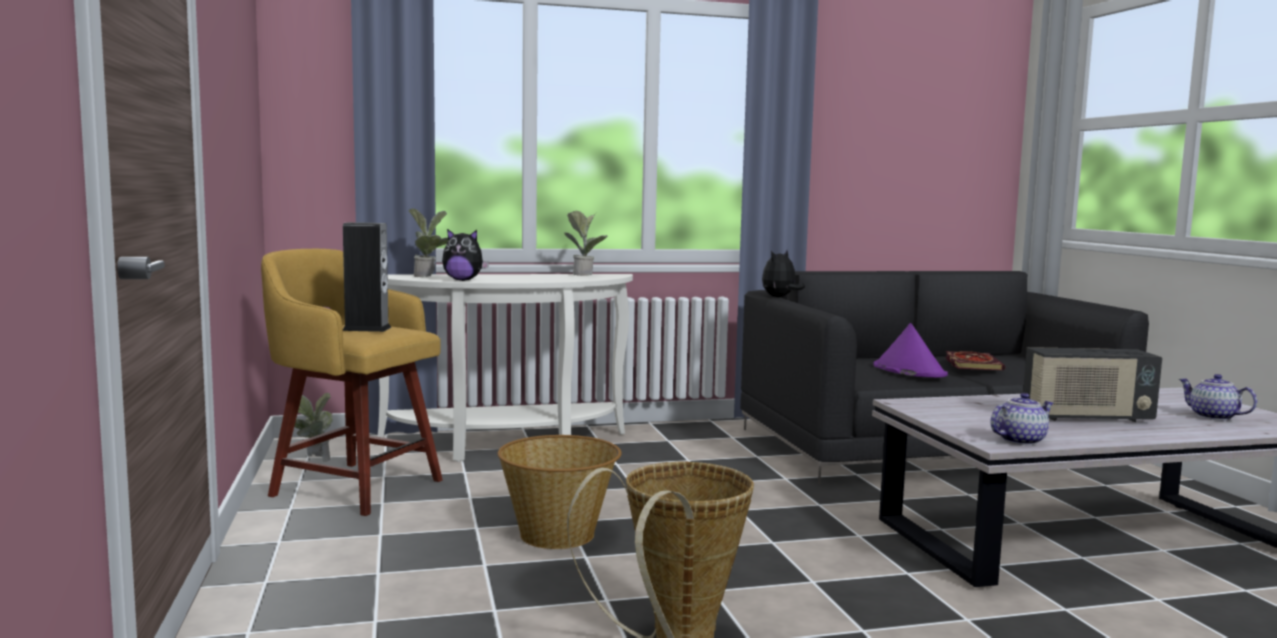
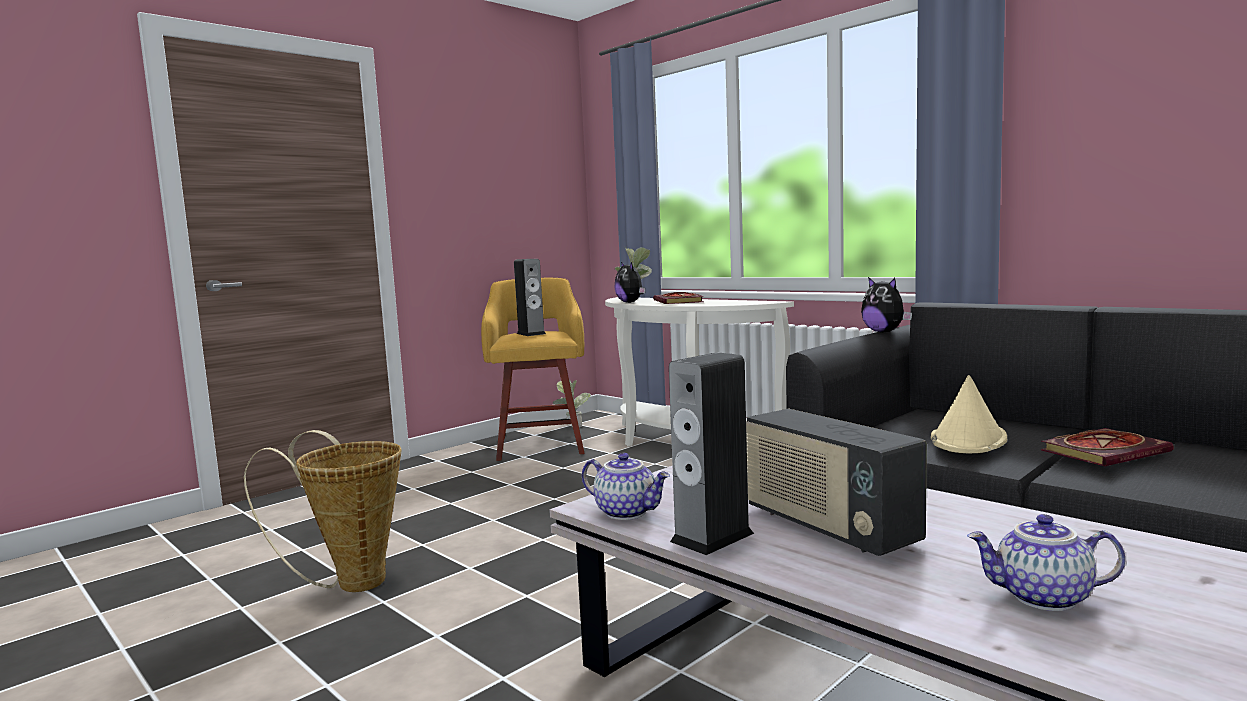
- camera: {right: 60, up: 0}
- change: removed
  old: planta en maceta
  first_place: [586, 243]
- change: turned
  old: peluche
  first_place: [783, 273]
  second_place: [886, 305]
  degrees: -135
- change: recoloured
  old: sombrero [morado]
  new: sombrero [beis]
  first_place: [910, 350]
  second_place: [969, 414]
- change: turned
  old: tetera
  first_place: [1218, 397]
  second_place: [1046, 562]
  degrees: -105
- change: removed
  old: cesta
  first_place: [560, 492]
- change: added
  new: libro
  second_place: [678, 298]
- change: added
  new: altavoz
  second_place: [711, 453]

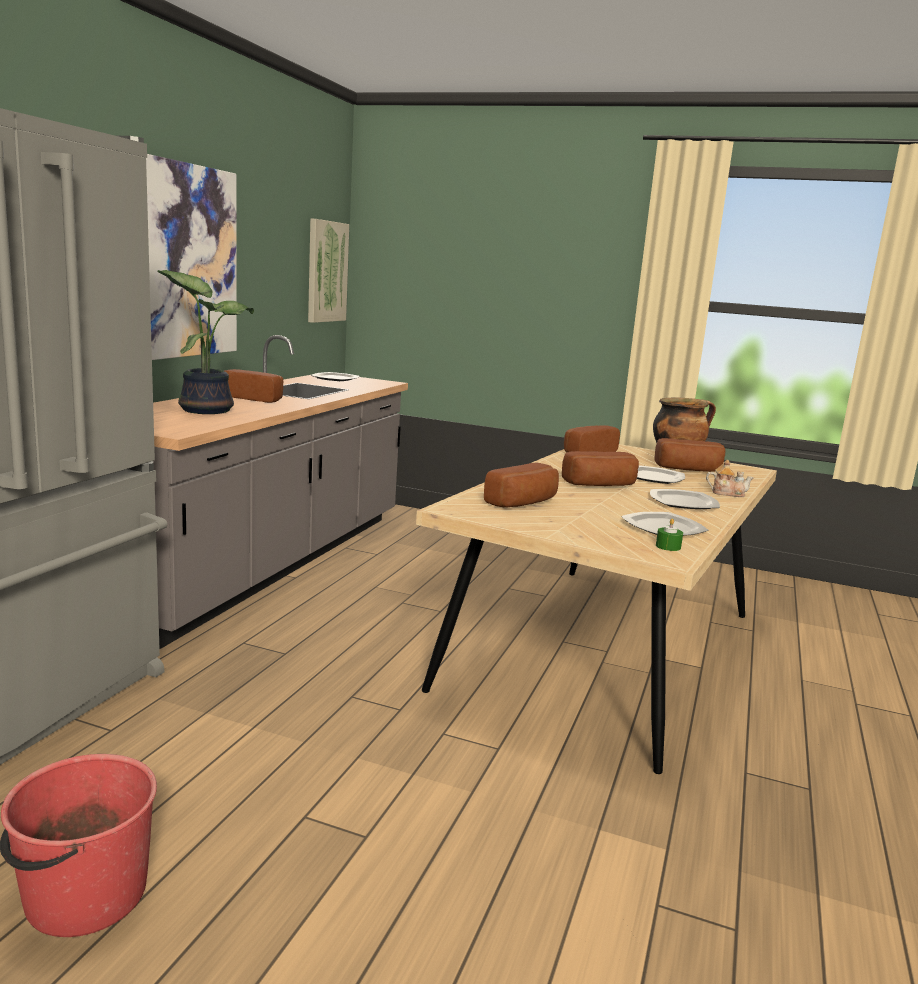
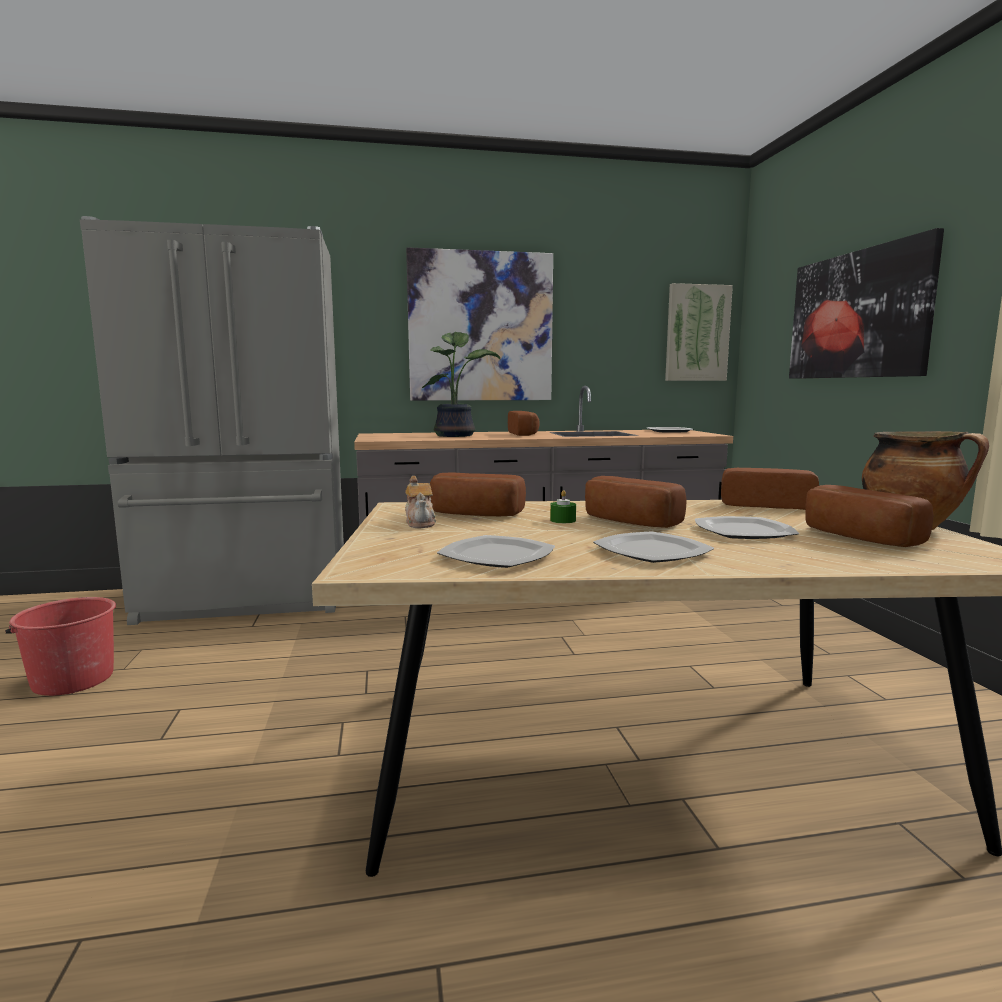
- camera: {right: 60, up: -5}
- change: moved
  old: tetera
  first_place: [730, 478]
  second_place: [420, 502]
- change: moved
  old: vela [verde]
  first_place: [669, 534]
  second_place: [563, 506]
- change: added
  new: cuadro
  second_place: [866, 303]

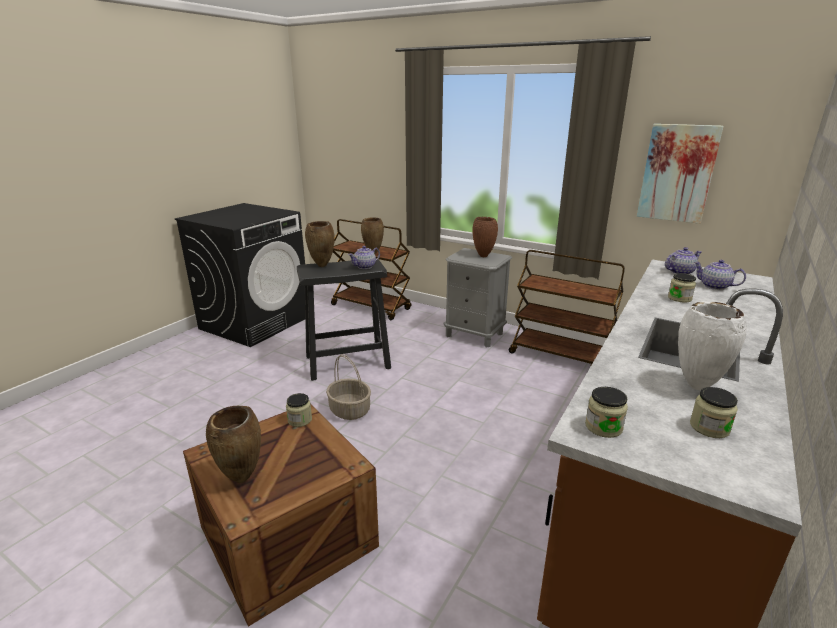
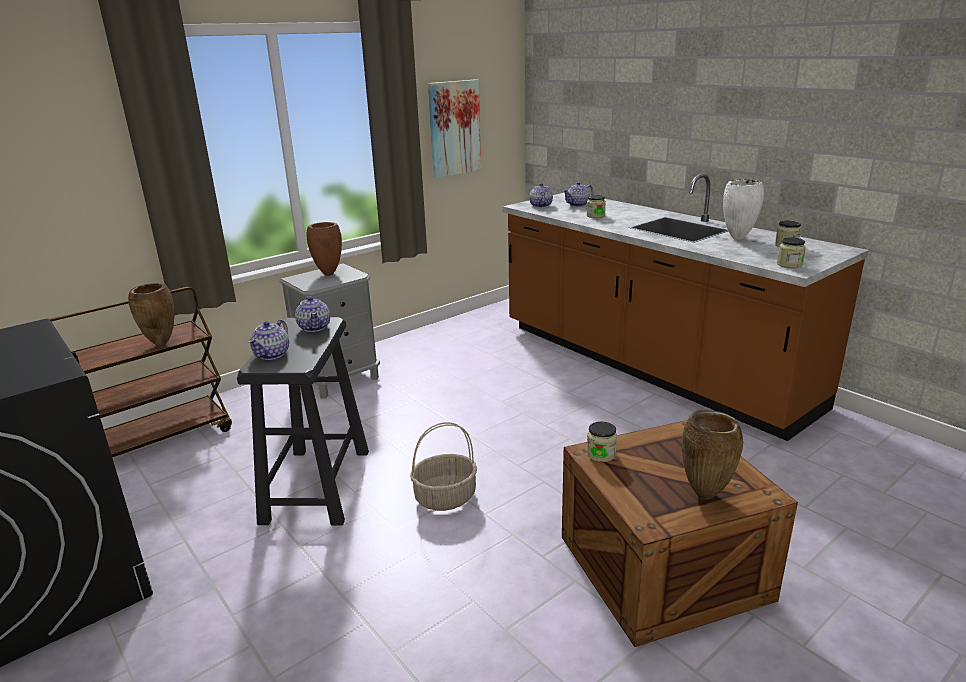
- camera: {right: -70, up: 0}
- change: replaced
  old: florero [marrón]
  new: tetera
  first_place: [320, 244]
  second_place: [268, 339]
- change: removed
  old: carrito [marrón]
  first_place: [567, 308]

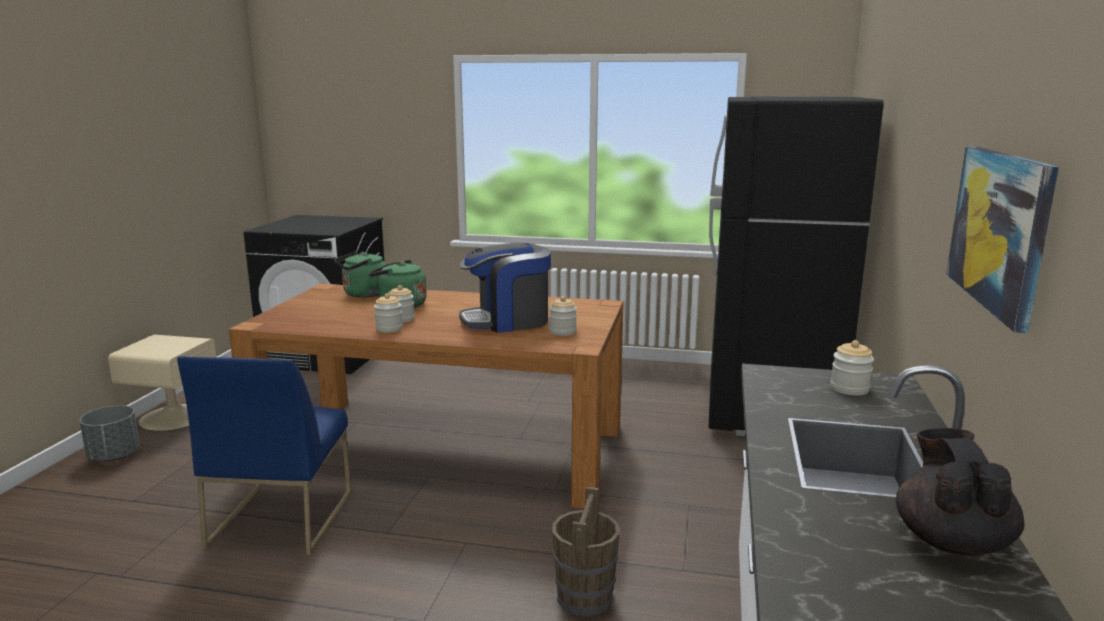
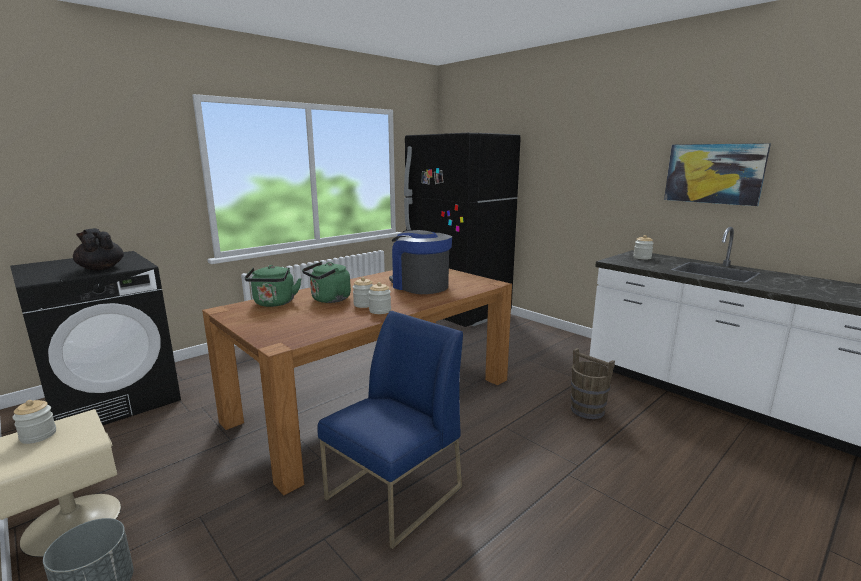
- camera: {right: -55, up: 0}
- change: turned
  old: cafetera
  first_place: [505, 287]
  second_place: [420, 262]
  degrees: 120
- change: moved
  old: tarro
  first_place: [563, 316]
  second_place: [34, 422]
- change: turned
  old: silla [azul]
  first_place: [264, 455]
  second_place: [390, 430]
  degrees: -90
- change: moved
  old: tetera [negro]
  first_place: [960, 491]
  second_place: [98, 249]

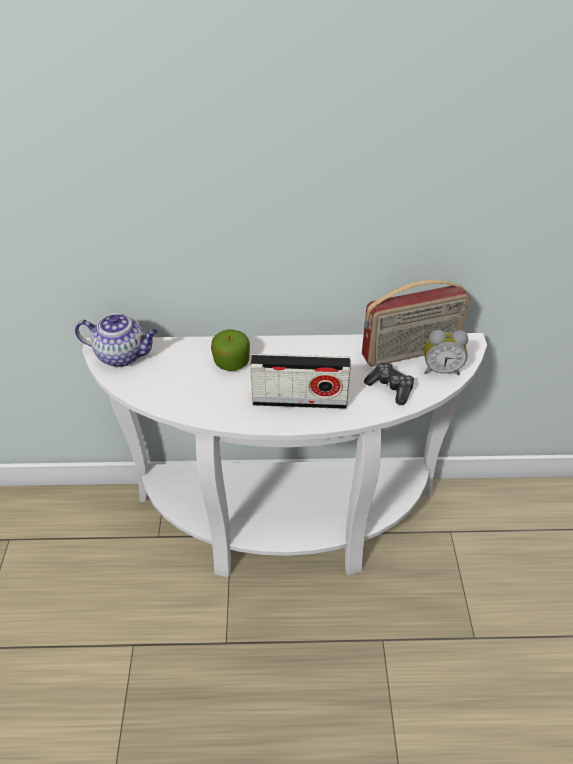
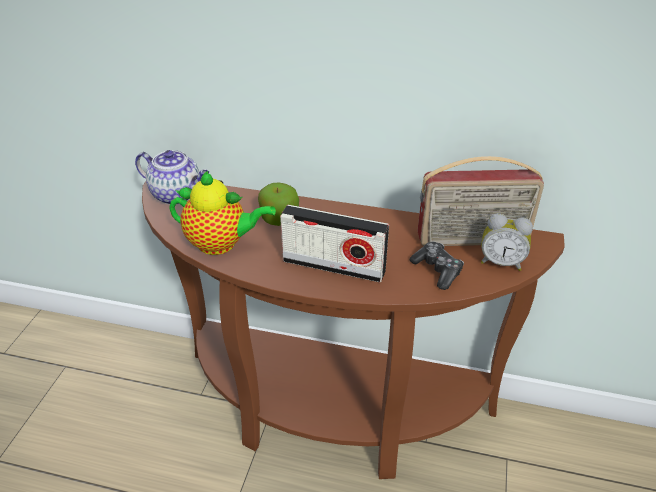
- camera: {right: 15, up: -5}
- change: recoloured
  old: mesa consola [blanco]
  new: mesa consola [marrón]
  first_place: [284, 455]
  second_place: [353, 330]
- change: added
  new: tetera
  second_place: [222, 213]

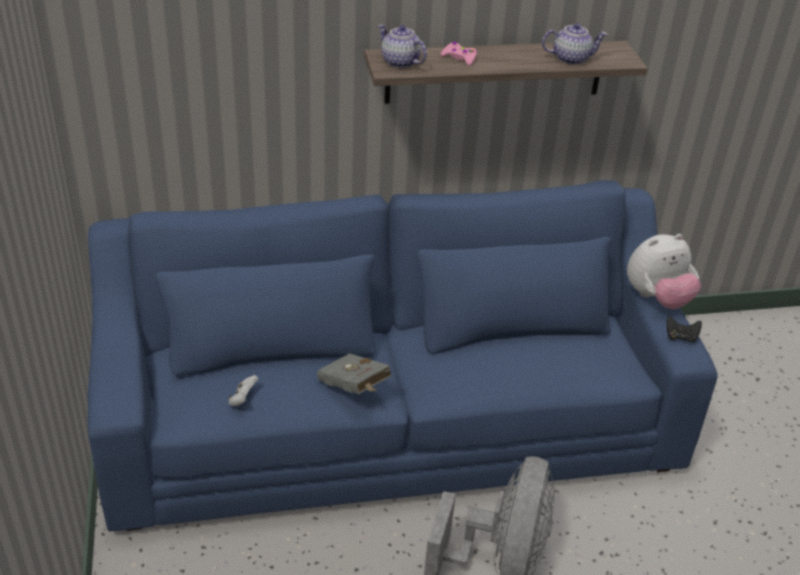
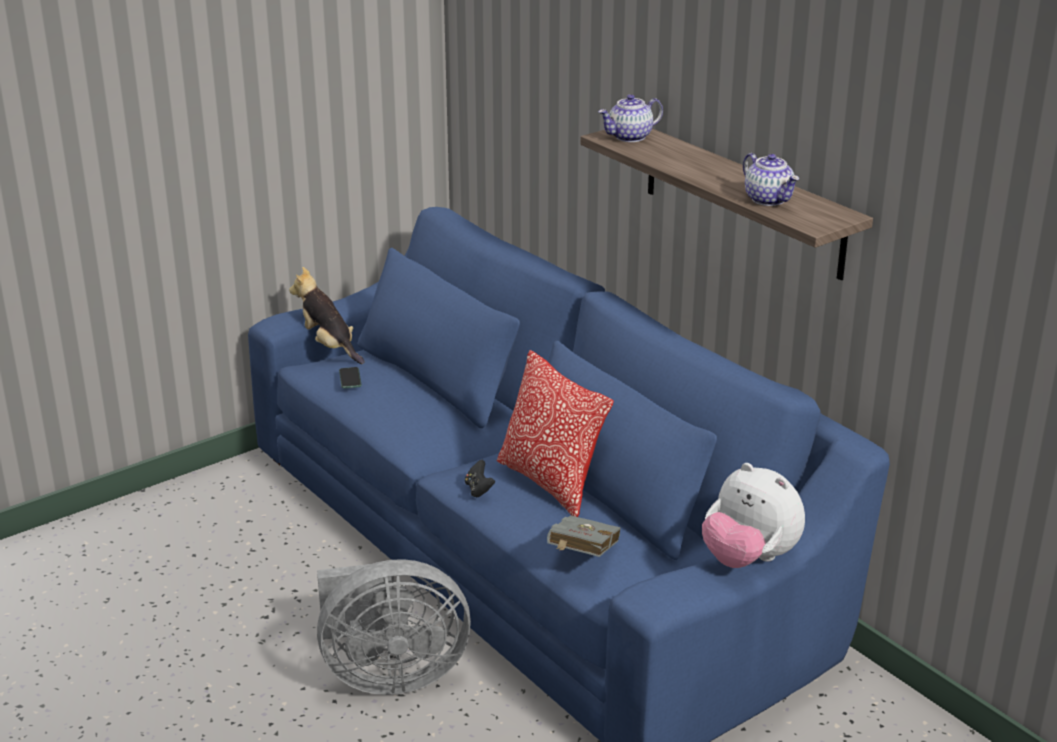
- camera: {right: 65, up: -10}
- change: turned
  old: tetera
  first_place: [402, 46]
  second_place: [630, 118]
  degrees: -135
- change: removed
  old: mando de consola [rosa]
  first_place: [459, 54]
- change: moved
  old: mando de consola [negro]
  first_place: [684, 329]
  second_place: [480, 478]
- change: moved
  old: libro [gris]
  first_place: [354, 373]
  second_place: [584, 536]
- change: replaced
  old: mando de consola [blanco]
  new: móvil
  first_place: [243, 390]
  second_place: [350, 377]
- change: added
  new: peluche
  second_place: [326, 315]
- change: added
  new: cojín
  second_place: [555, 433]

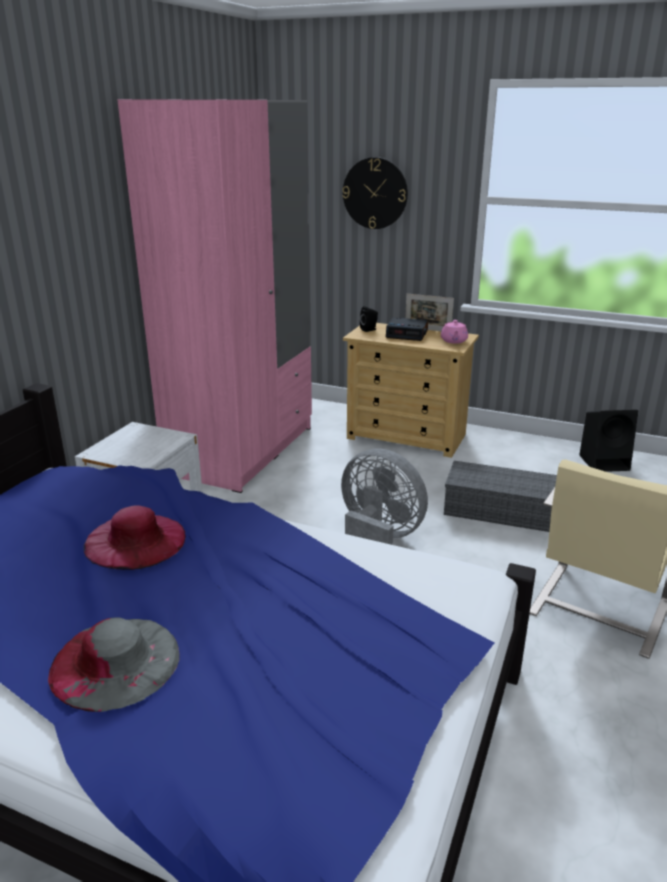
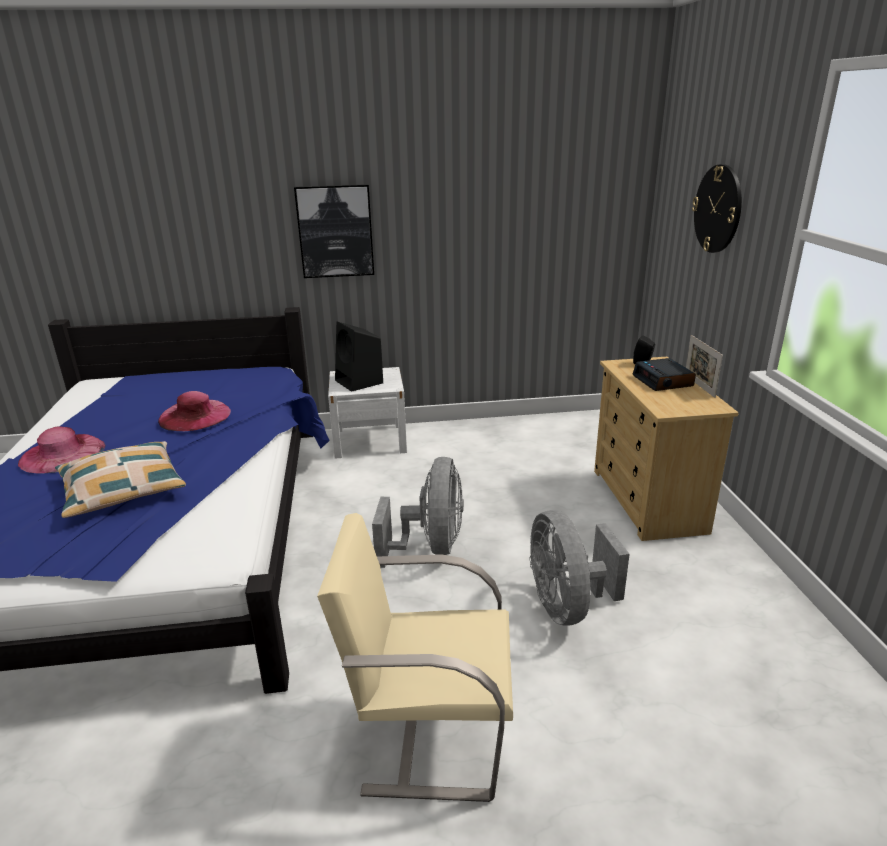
- camera: {right: 60, up: 0}
- change: removed
  old: armario ropero [rosa]
  first_place: [214, 296]
- change: removed
  old: tetera [rosa]
  first_place: [454, 332]
- change: moved
  old: altavoz [negro]
  first_place: [608, 441]
  second_place: [359, 356]
- change: replaced
  old: caja de almacenaje [gris]
  new: ventilador [gris]
  first_place: [500, 496]
  second_place: [579, 568]
- change: recoloured
  old: sombrero [gris]
  new: sombrero [rosa]
  first_place: [114, 664]
  second_place: [62, 450]
- change: added
  new: cuadro
  second_place: [334, 231]
- change: added
  new: cojín
  second_place: [120, 479]

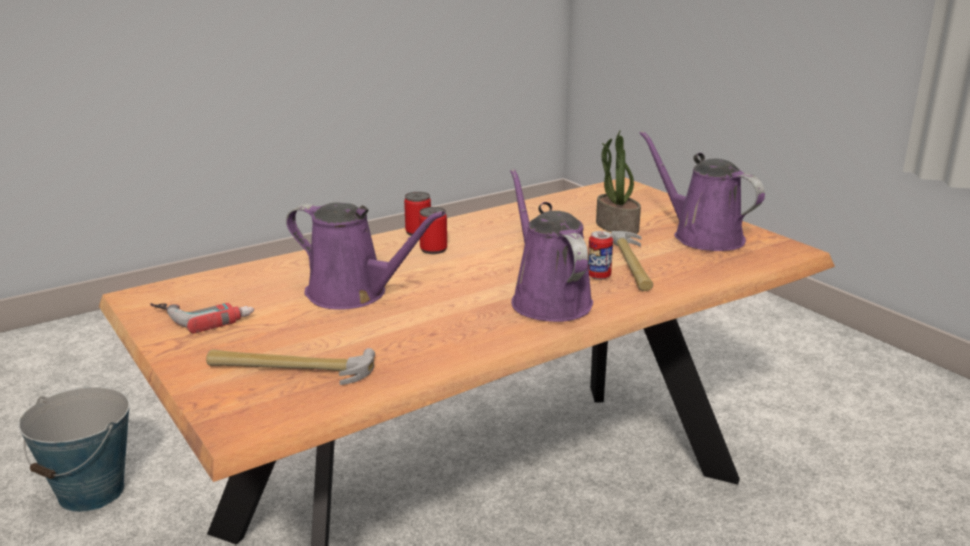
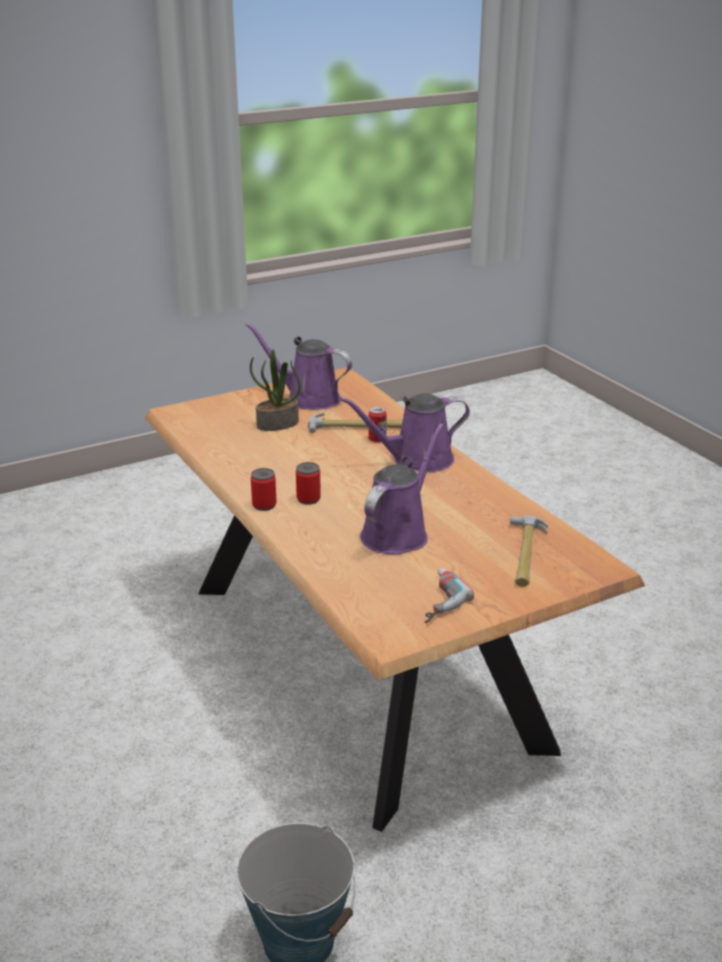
- camera: {right: -85, up: 5}
- change: turned
  old: regadera [morado]
  first_place: [702, 191]
  second_place: [299, 366]
  degrees: 60

